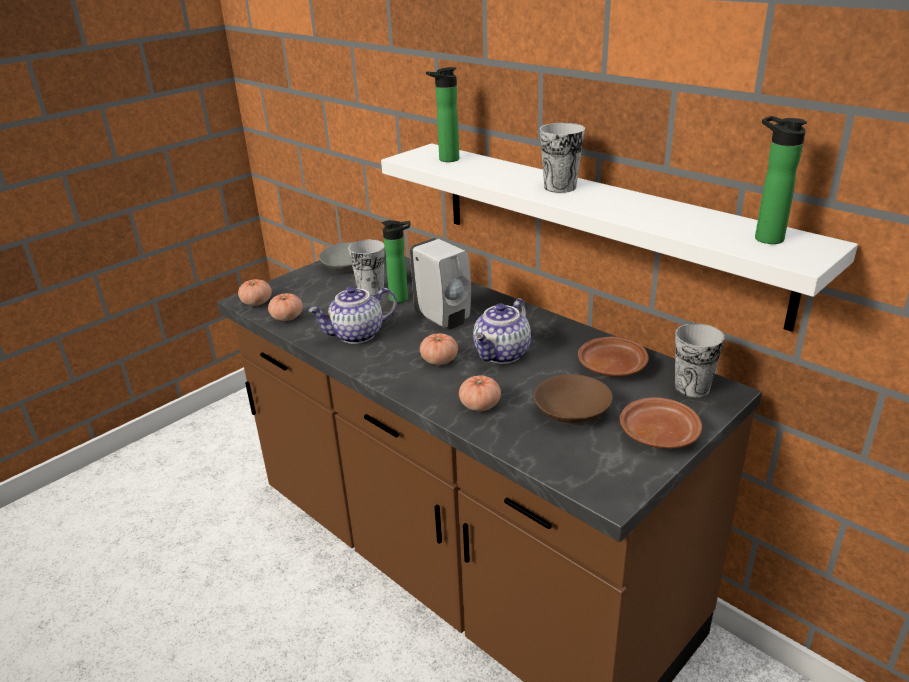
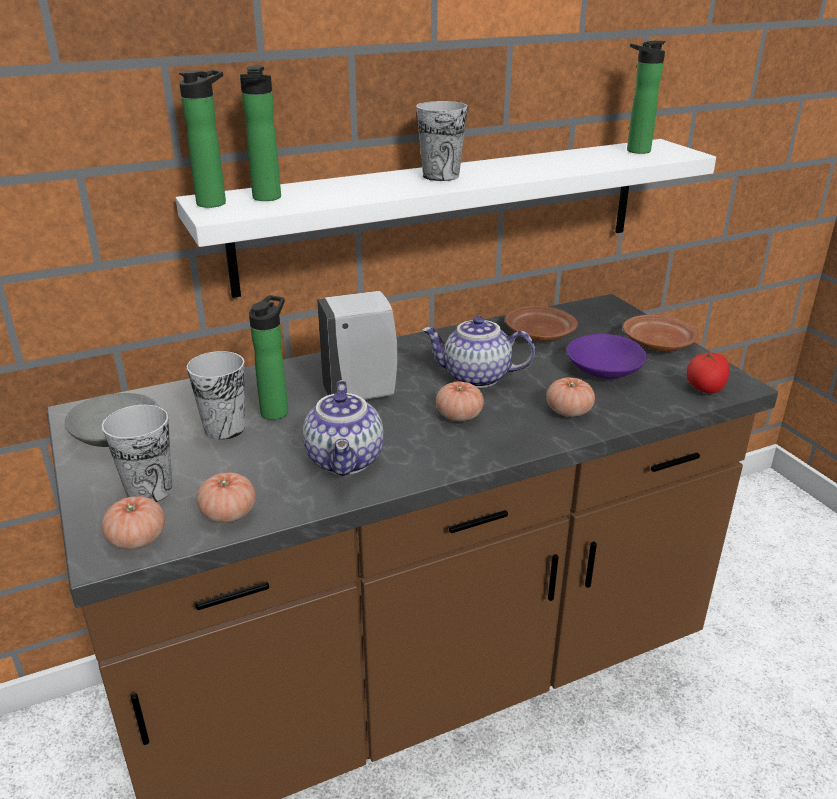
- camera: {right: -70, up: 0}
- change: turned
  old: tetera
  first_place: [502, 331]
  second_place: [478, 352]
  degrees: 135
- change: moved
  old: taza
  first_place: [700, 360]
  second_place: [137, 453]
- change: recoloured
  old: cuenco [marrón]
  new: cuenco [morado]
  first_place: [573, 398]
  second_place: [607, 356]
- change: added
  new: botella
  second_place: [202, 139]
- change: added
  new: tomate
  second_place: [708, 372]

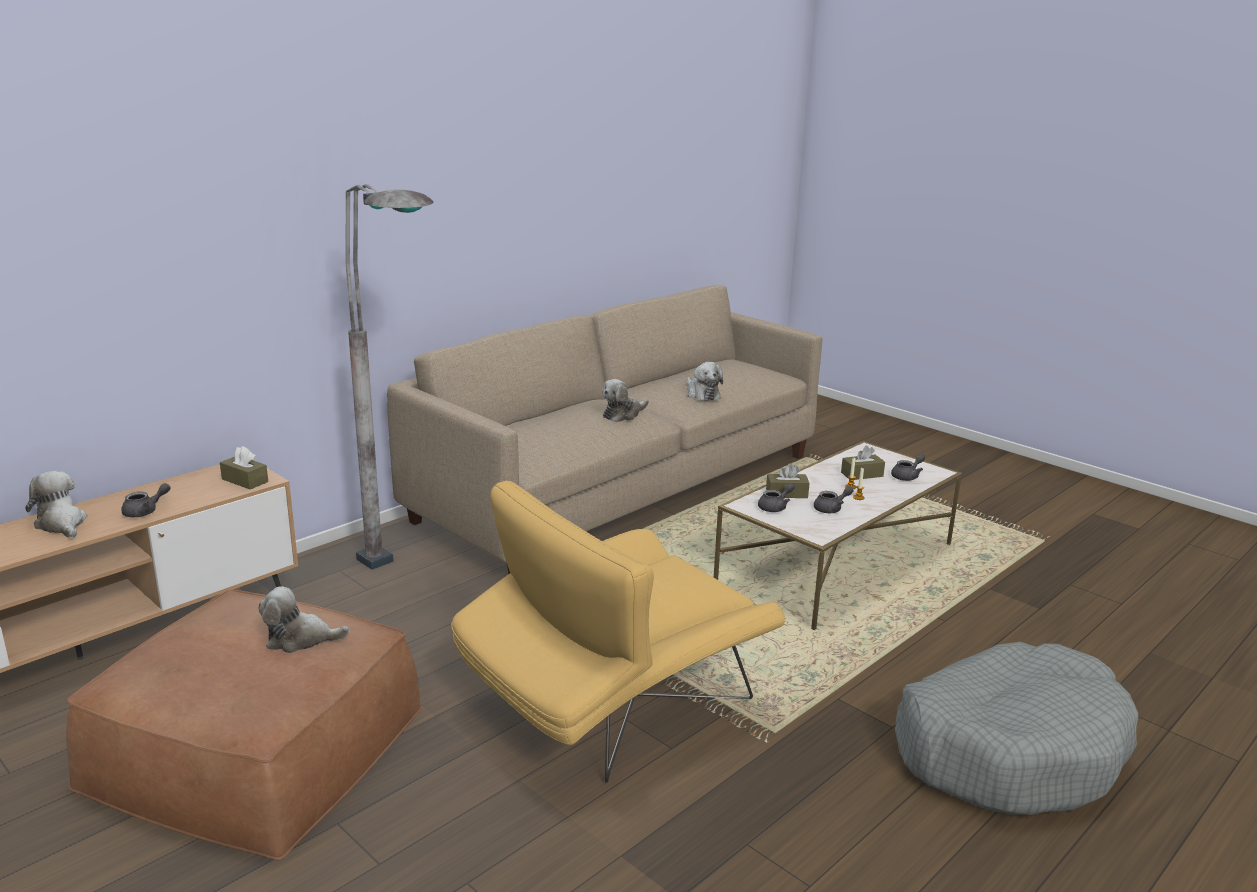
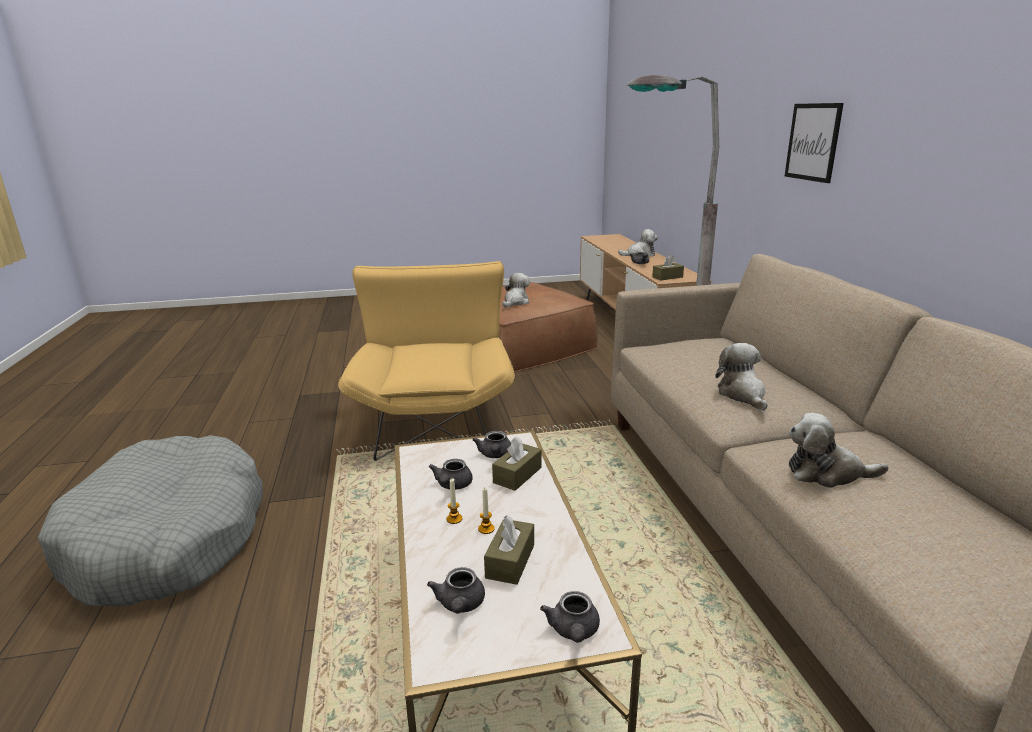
- camera: {right: 125, up: 0}
- change: added
  new: cuadro
  second_place: [814, 143]
- change: added
  new: tetera [gris]
  second_place: [570, 617]

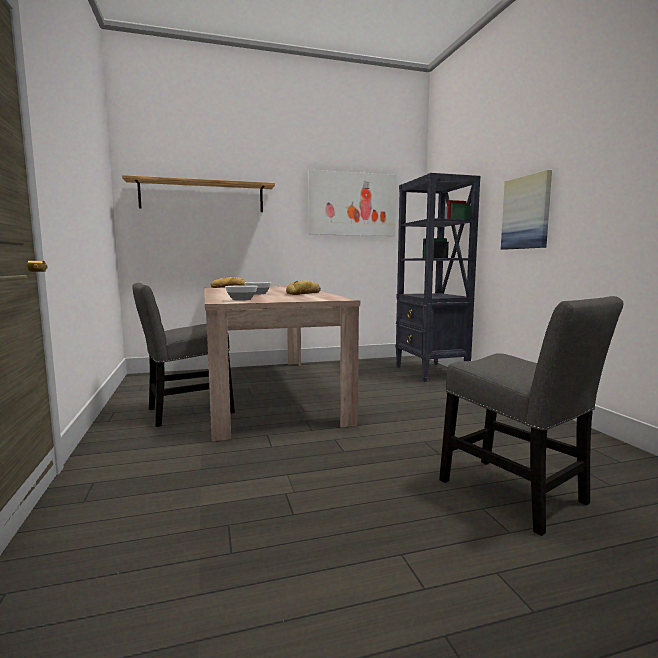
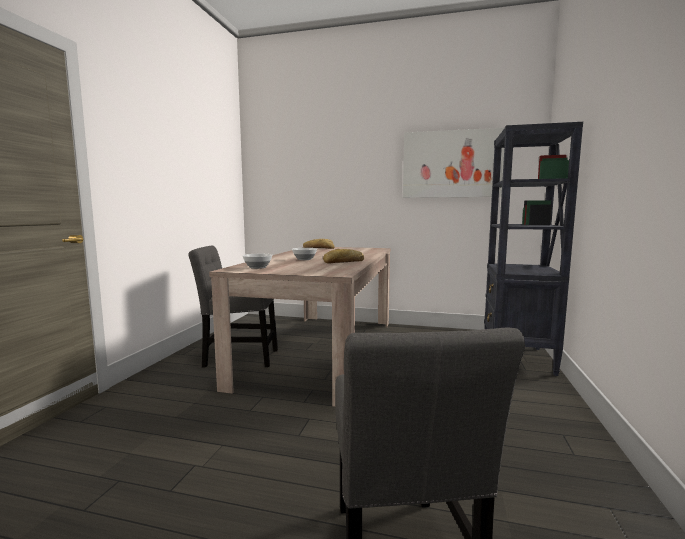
- camera: {right: 30, up: 0}
- change: removed
  old: cuadro
  first_place: [526, 210]
- change: removed
  old: estante
  first_place: [198, 193]

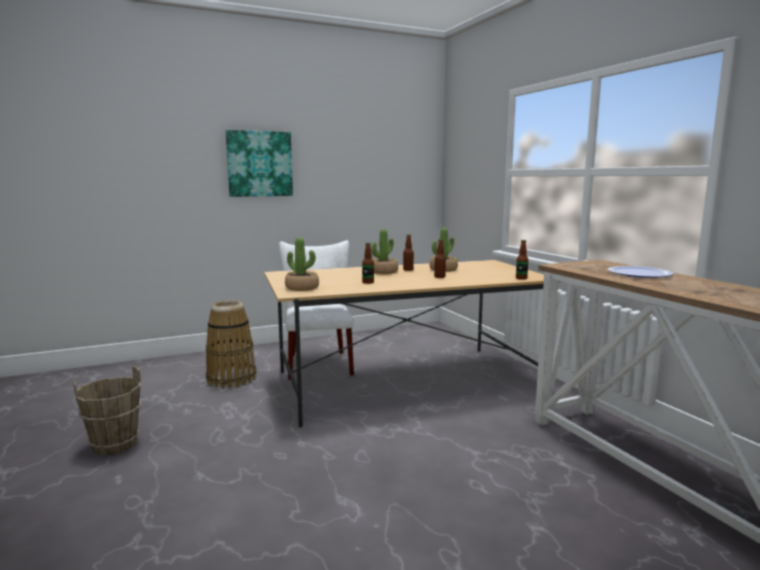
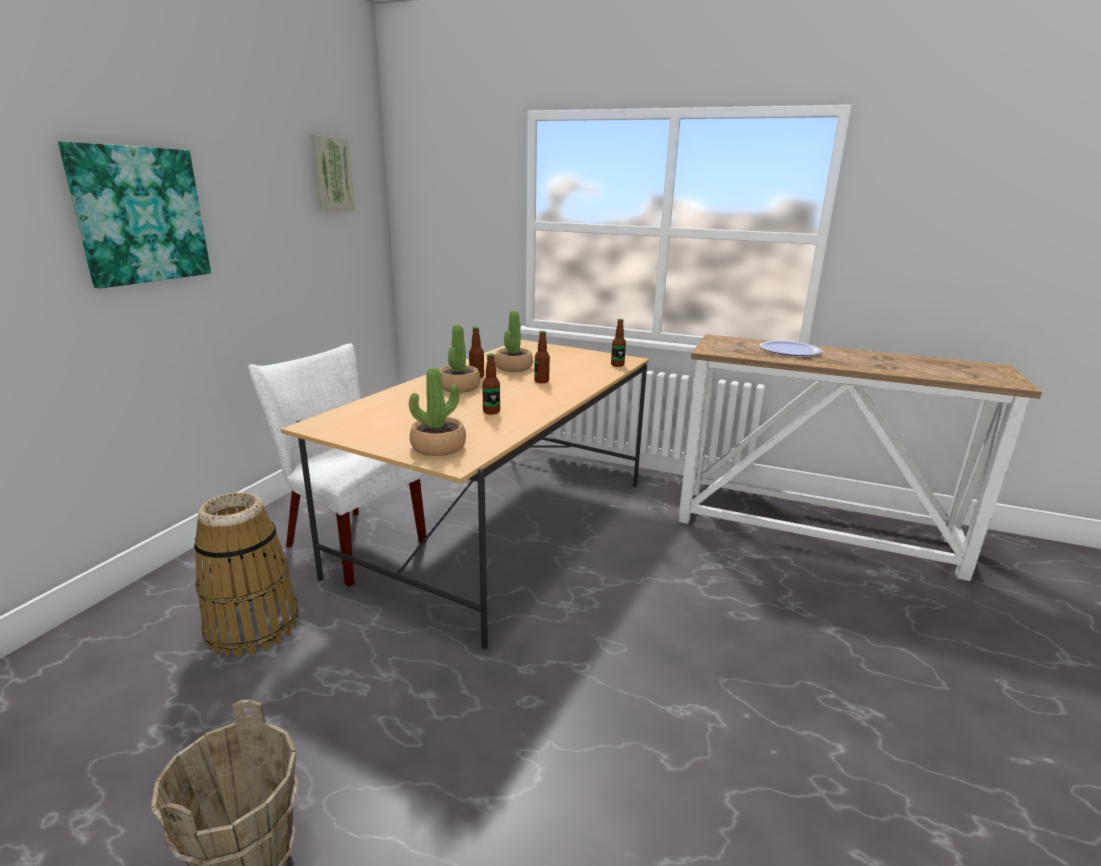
- camera: {right: -45, up: 10}
- change: added
  new: cuadro
  second_place: [333, 174]

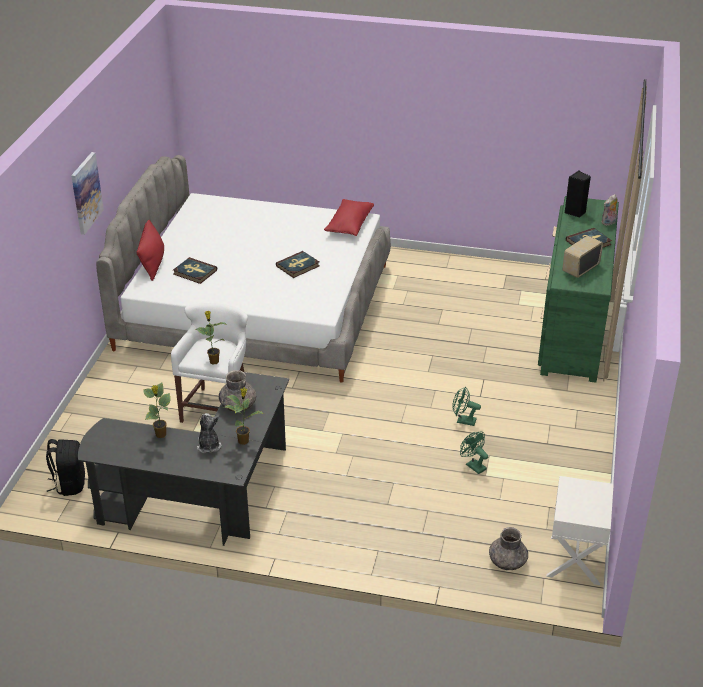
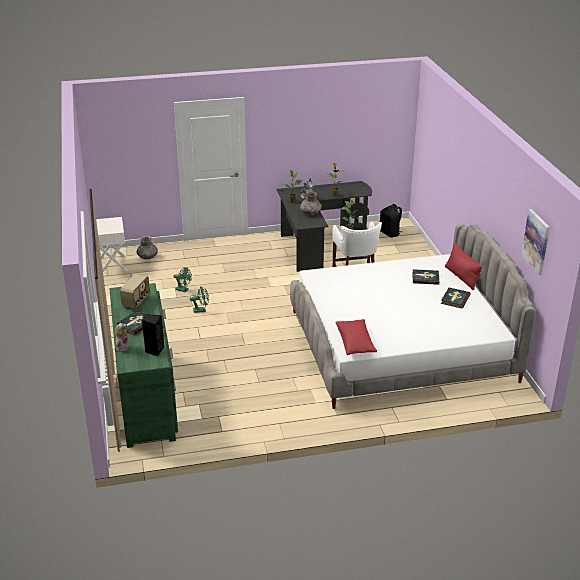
- camera: {right: 155, up: -5}
- change: moved
  old: cuadro
  first_place: [87, 193]
  second_place: [535, 242]
- change: moved
  old: libro
  first_place: [297, 264]
  second_place: [455, 298]

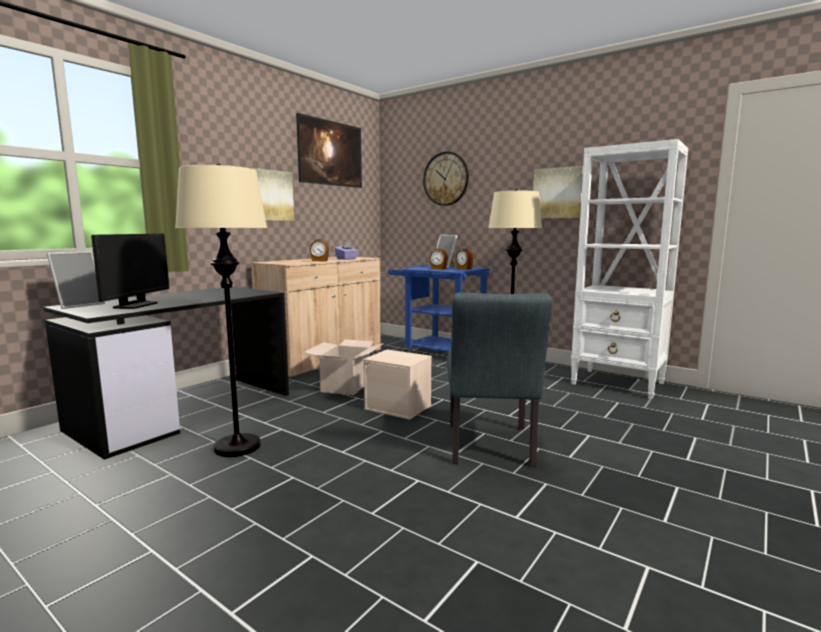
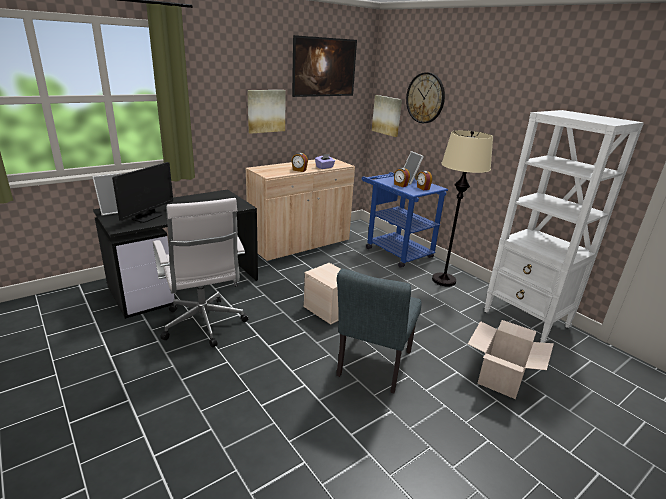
- camera: {right: 15, up: 15}
- change: replaced
  old: lámpara de pie [beis]
  new: silla de oficina [blanco]
  first_place: [221, 310]
  second_place: [201, 272]
- change: moved
  old: cuadro
  first_place: [558, 192]
  second_place: [387, 116]
- change: moved
  old: caja de cartón
  first_place: [343, 367]
  second_place: [511, 359]

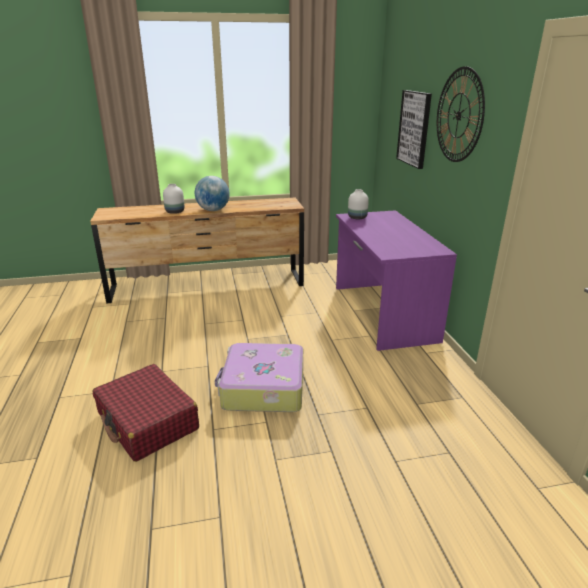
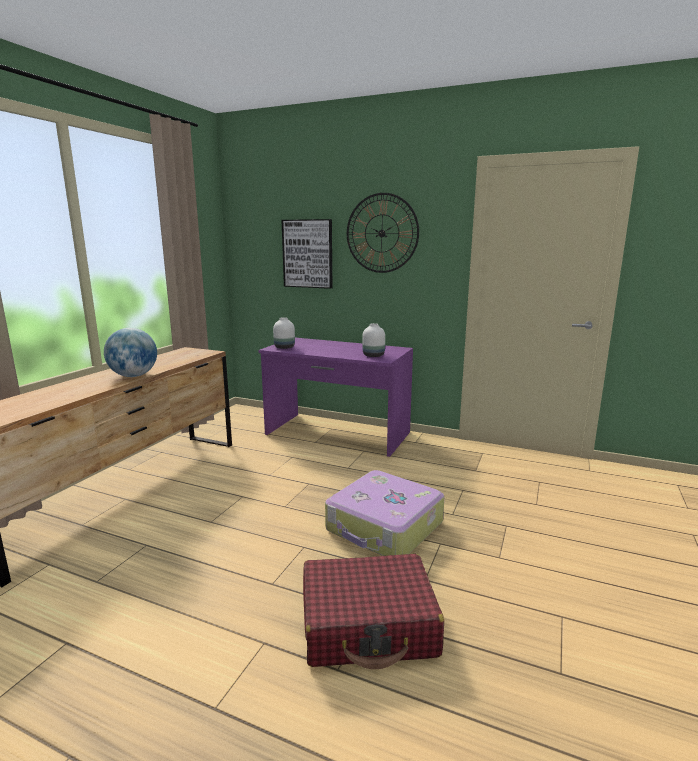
- camera: {right: -55, up: -10}
- change: moved
  old: florero [blanco]
  first_place: [173, 199]
  second_place: [373, 340]

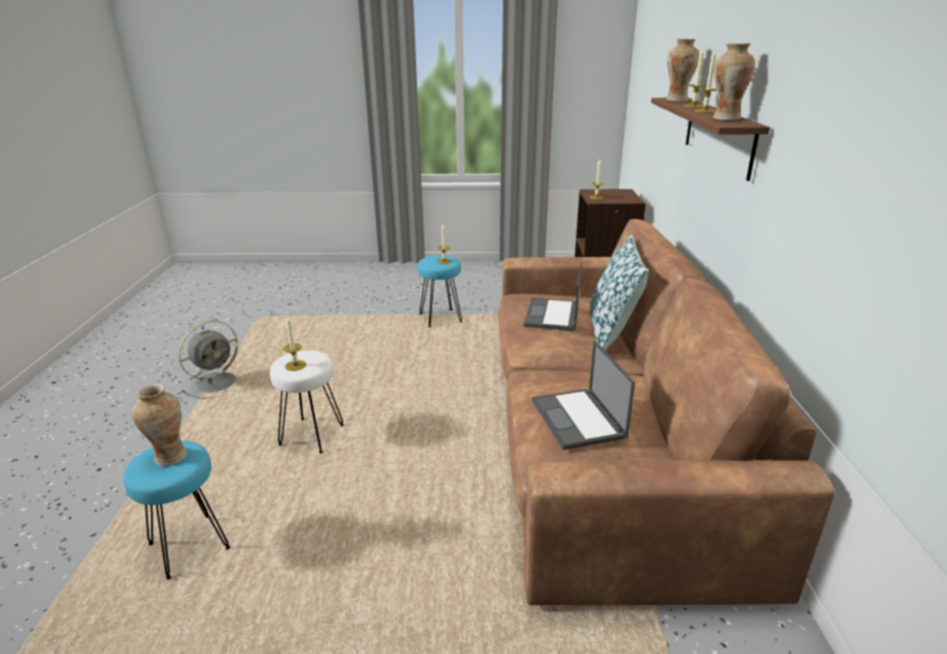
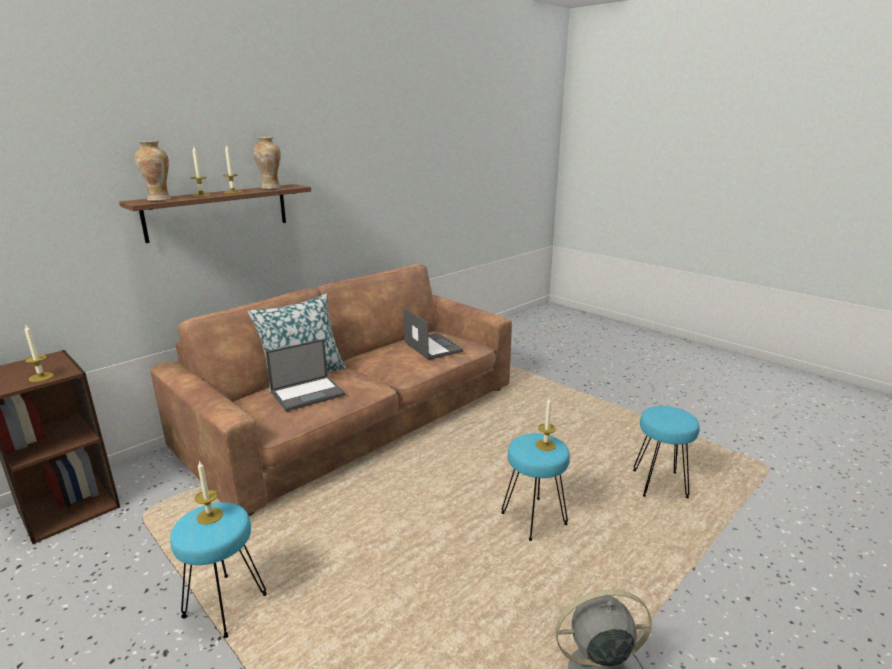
- camera: {right: -135, up: -5}
- change: turned
  old: portátil
  first_place: [583, 395]
  second_place: [433, 334]
  degrees: -60
- change: recoloured
  old: taburete [blanco]
  new: taburete [turquesa]
  first_place: [307, 401]
  second_place: [536, 487]
- change: removed
  old: florero
  first_place: [159, 425]

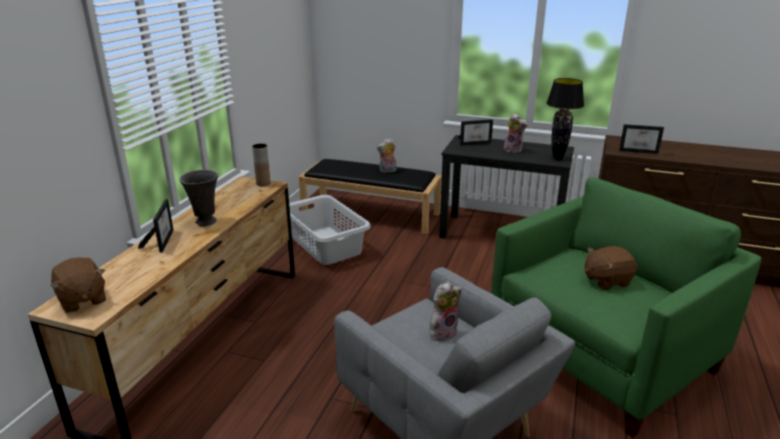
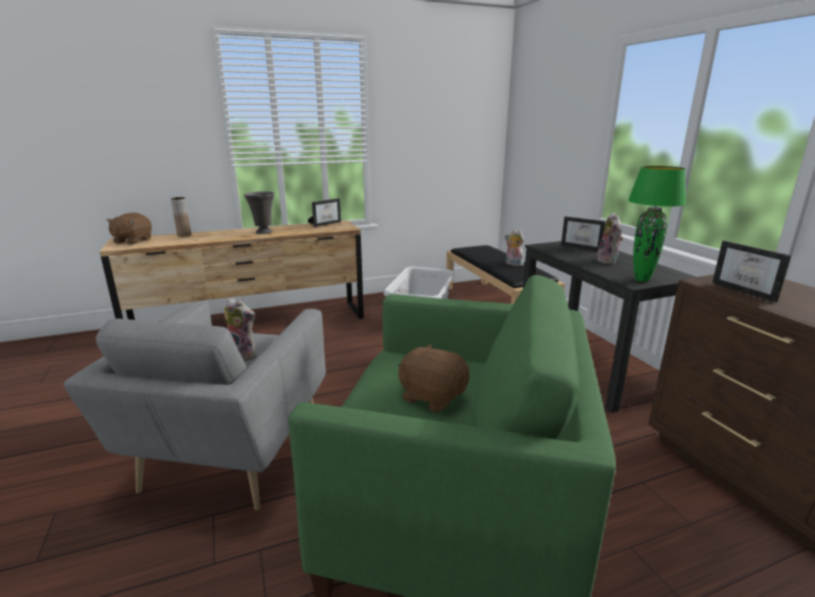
- camera: {right: 50, up: -5}
- change: recoloured
  old: lámpara de mesa [negro]
  new: lámpara de mesa [verde]
  first_place: [565, 119]
  second_place: [657, 224]
- change: moved
  old: florero [marrón]
  first_place: [261, 164]
  second_place: [181, 217]
- change: moved
  old: portarretratos
  first_place: [156, 225]
  second_place: [324, 212]

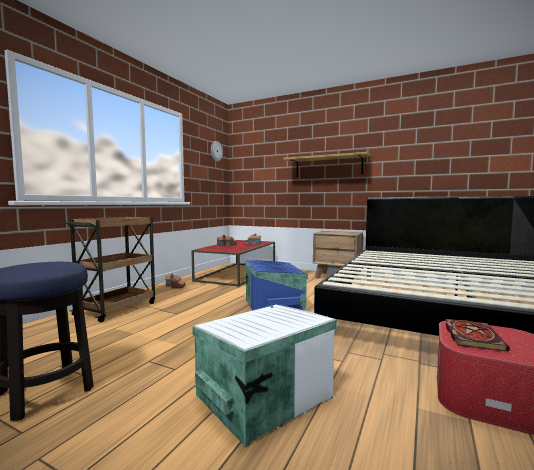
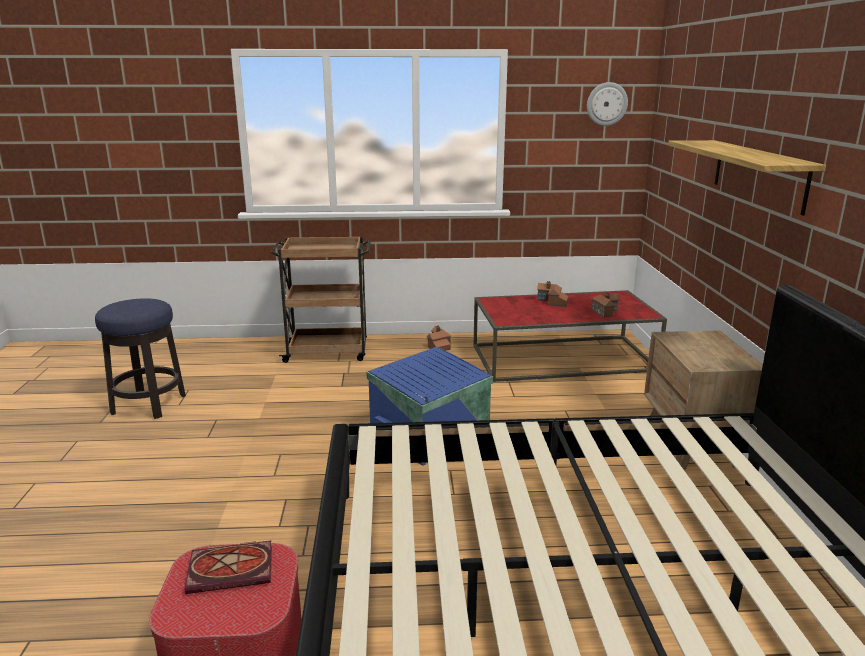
- camera: {right: 60, up: 15}
- change: removed
  old: caja de almacenaje [blanco]
  first_place: [264, 376]

